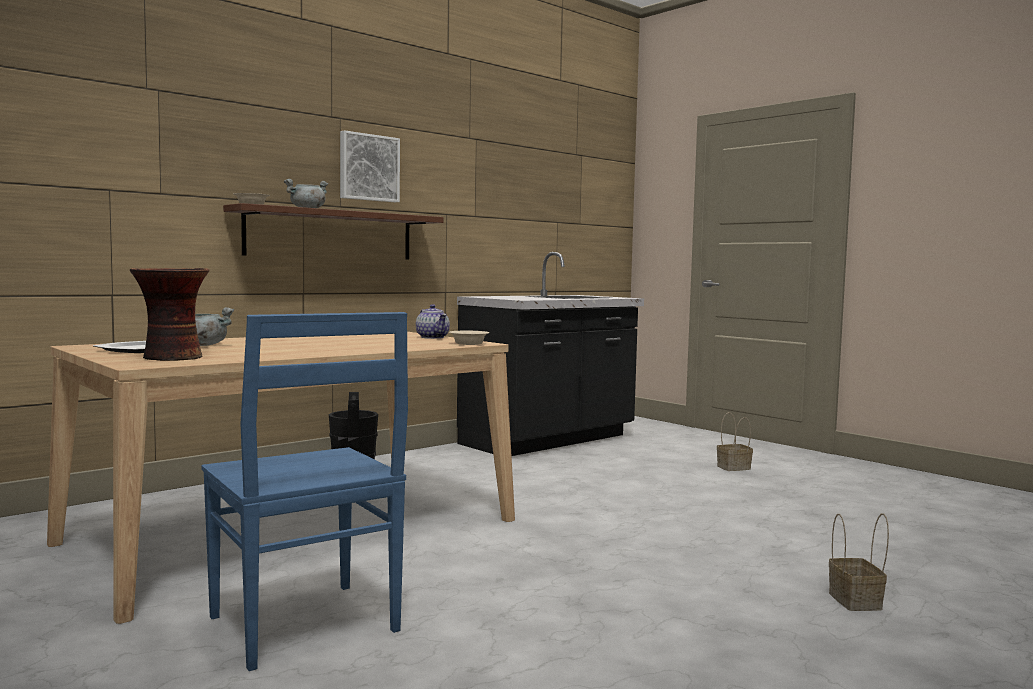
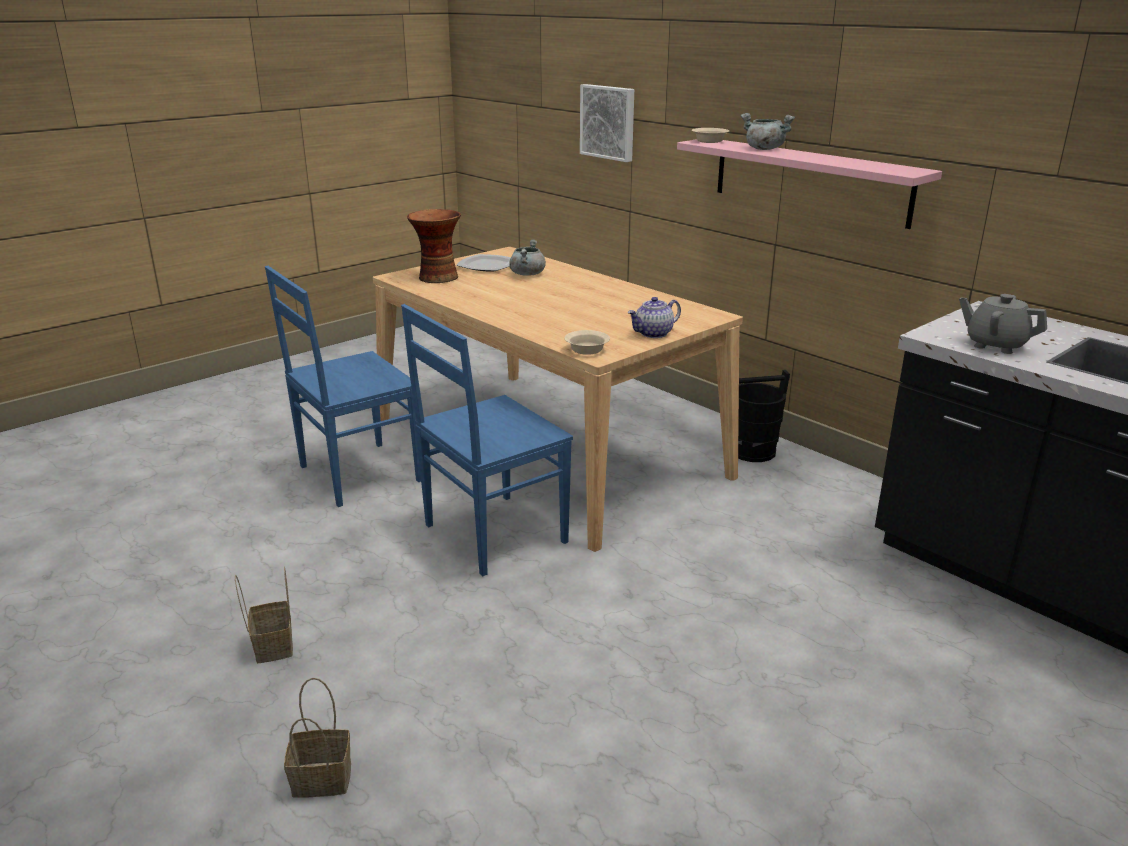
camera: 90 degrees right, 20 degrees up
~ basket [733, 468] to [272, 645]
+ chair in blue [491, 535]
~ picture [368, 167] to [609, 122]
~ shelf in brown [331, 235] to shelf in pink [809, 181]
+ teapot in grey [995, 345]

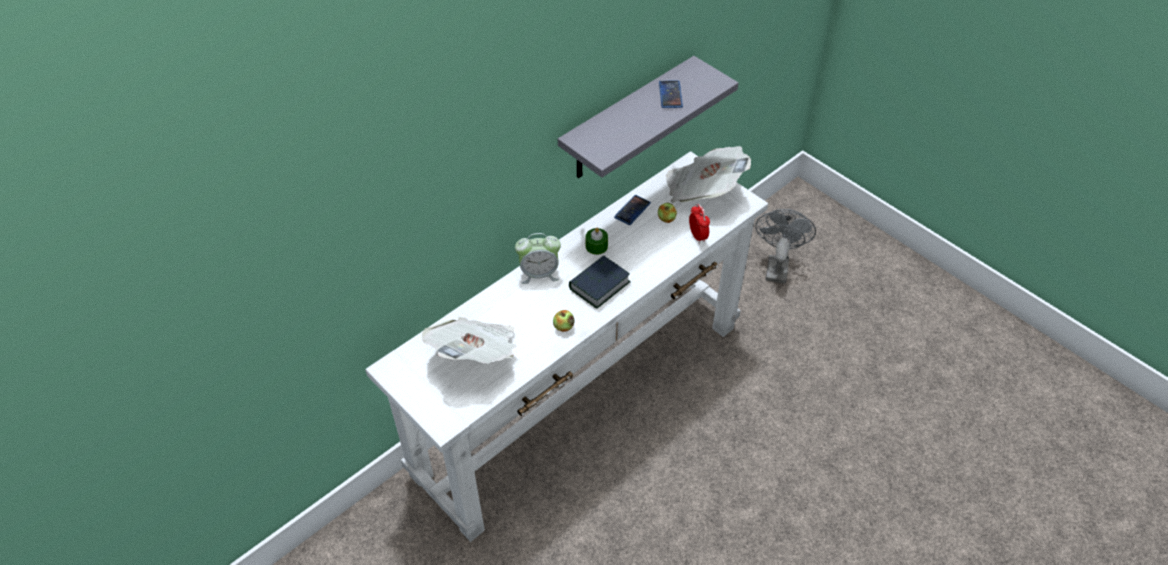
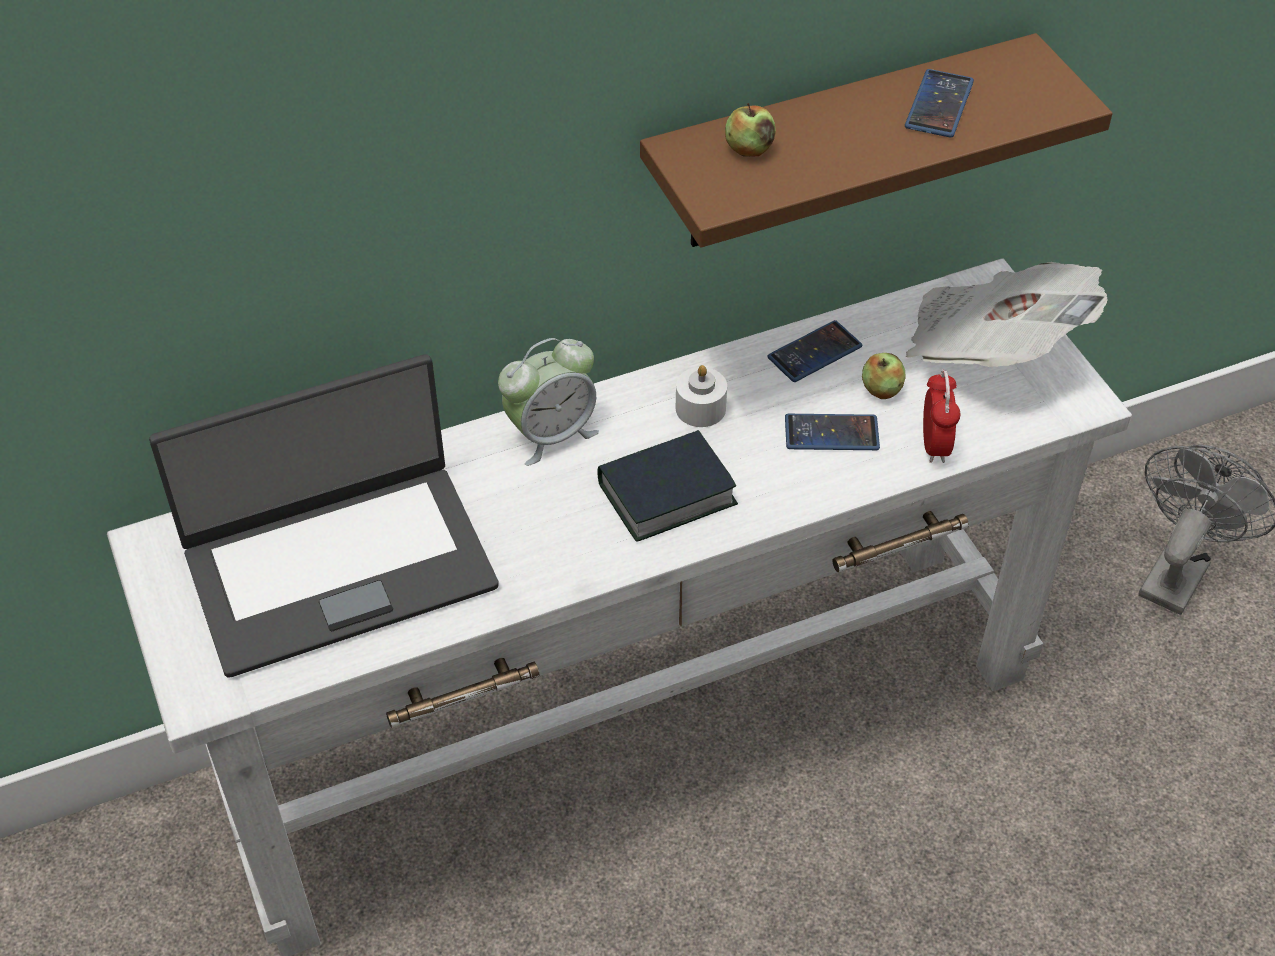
camera: 20 degrees right, 0 degrees up
~ newspaper [476, 354] to laptop [338, 566]
~ alarm clock [539, 274] = [551, 434] 45 degrees counterclockwise
~ shelf in grey [627, 120] to shelf in brown [837, 145]
~ candle in green [596, 246] to candle in white [700, 408]
~ apple [563, 326] to [749, 149]
+ phone [831, 433]

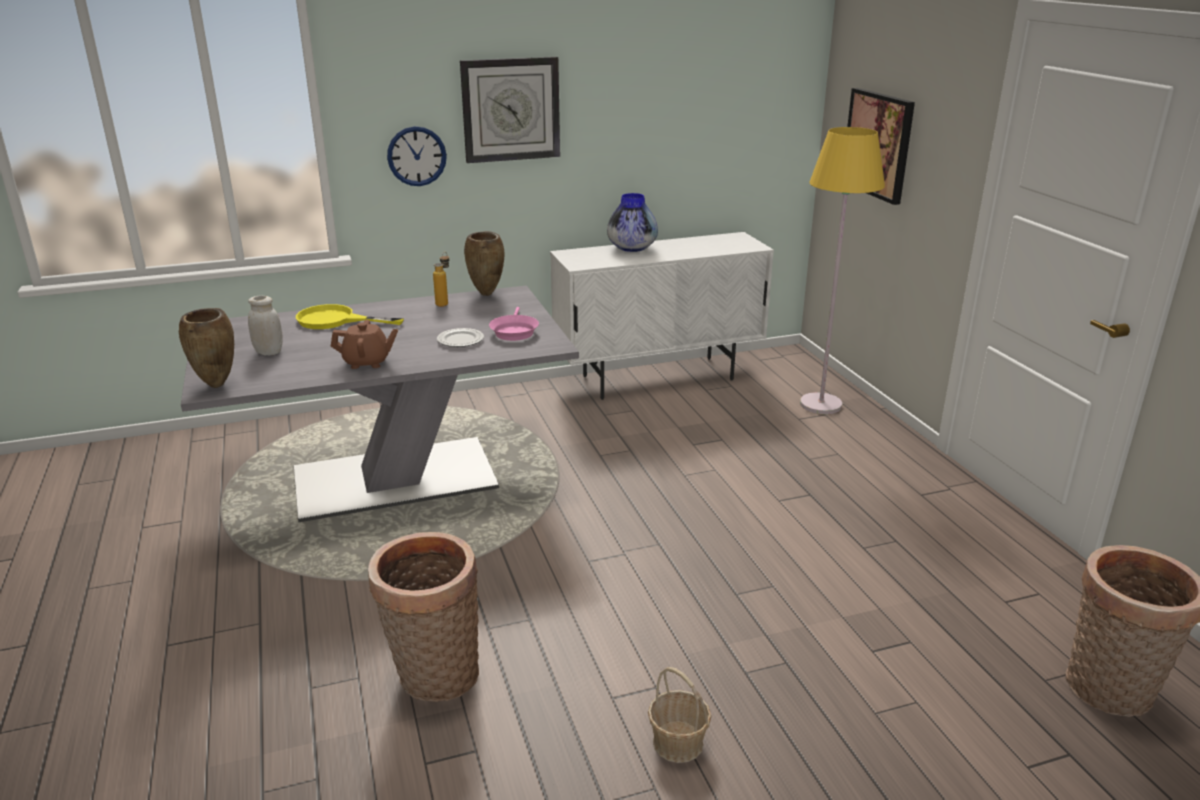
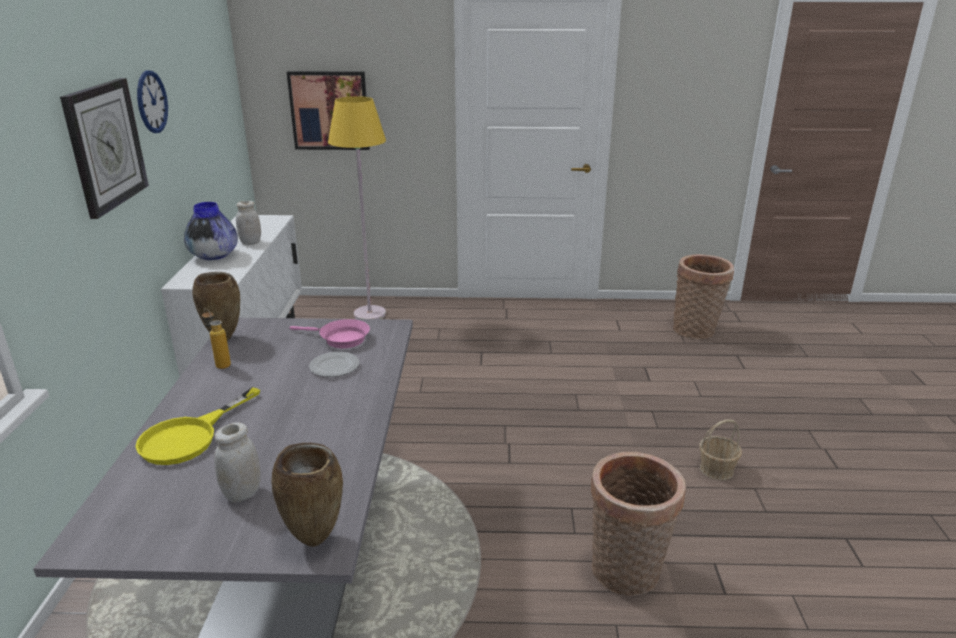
camera: 70 degrees left, 0 degrees up
~ wall clock [416, 156] to [151, 102]
+ jar in white [251, 242]
- teapot in brown [367, 362]

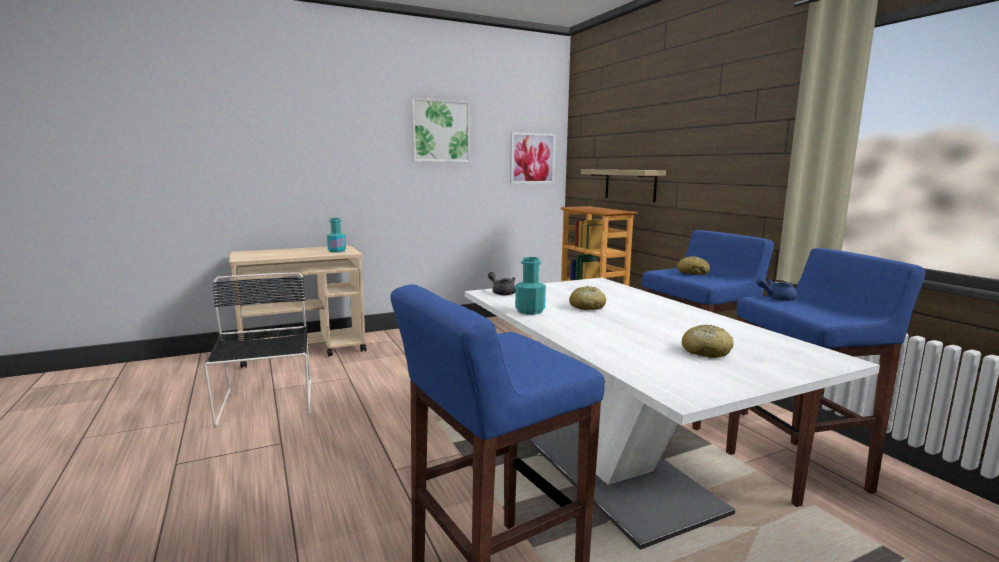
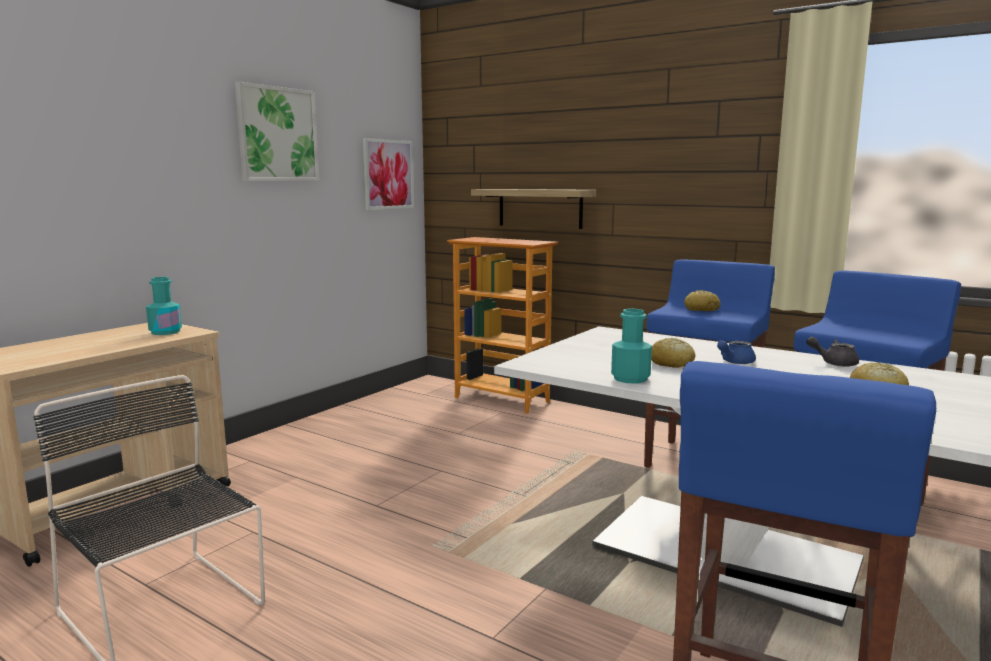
camera: 30 degrees left, 0 degrees up
~ teapot in blue [776, 298] to [734, 362]
~ teapot in grey [502, 292] to [834, 363]

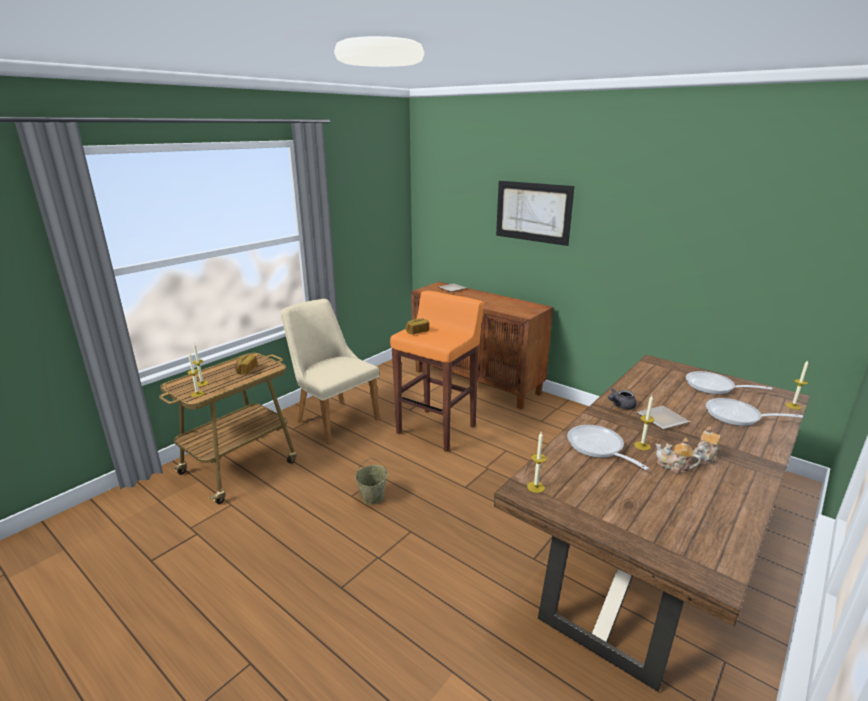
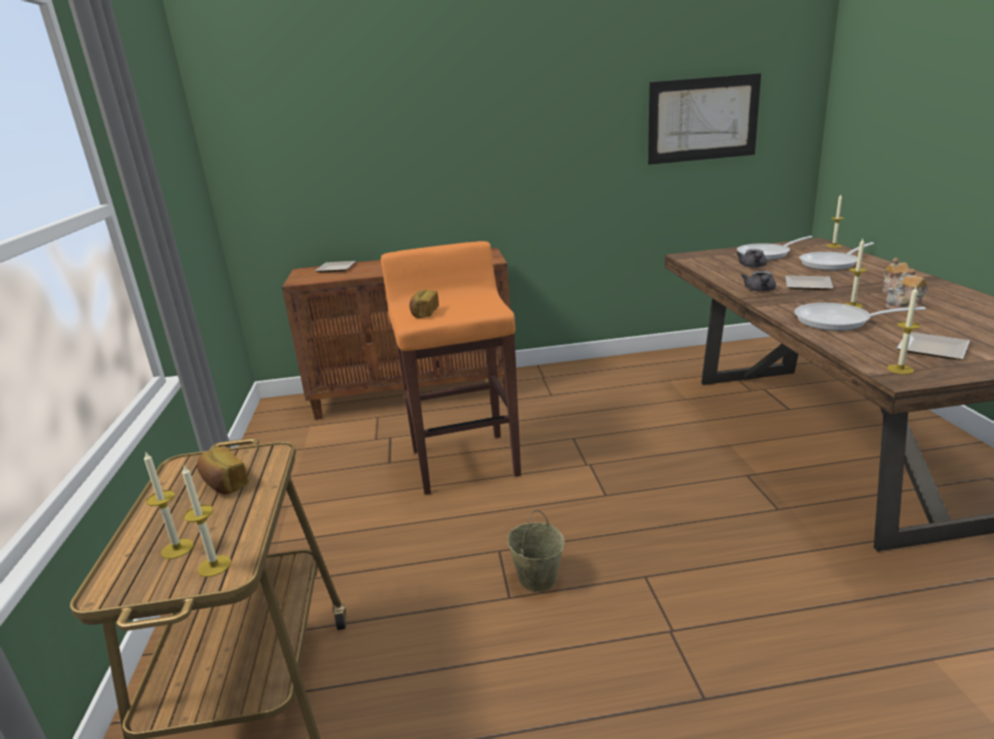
camera: 45 degrees left, 0 degrees up
~ picture [533, 212] to [703, 119]
+ teapot in grey [753, 266]
+ plate [934, 349]
- chair in beige [332, 418]

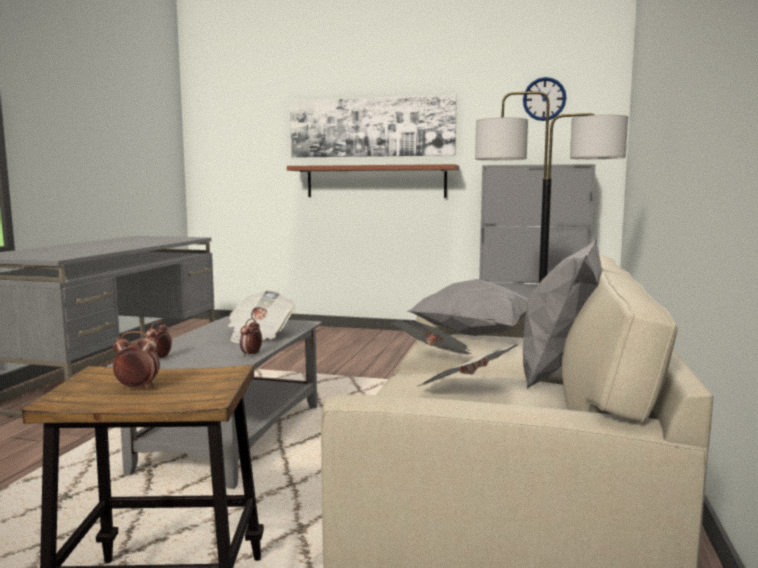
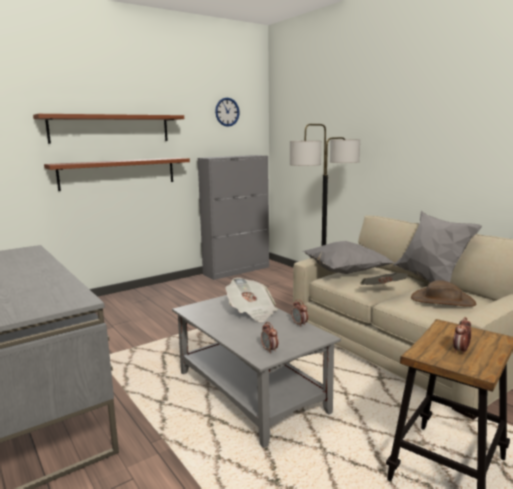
camera: 50 degrees left, 5 degrees up
~ picture [371, 127] to shelf in brown [111, 129]
~ newspaper [465, 392] to hat in brown [442, 300]

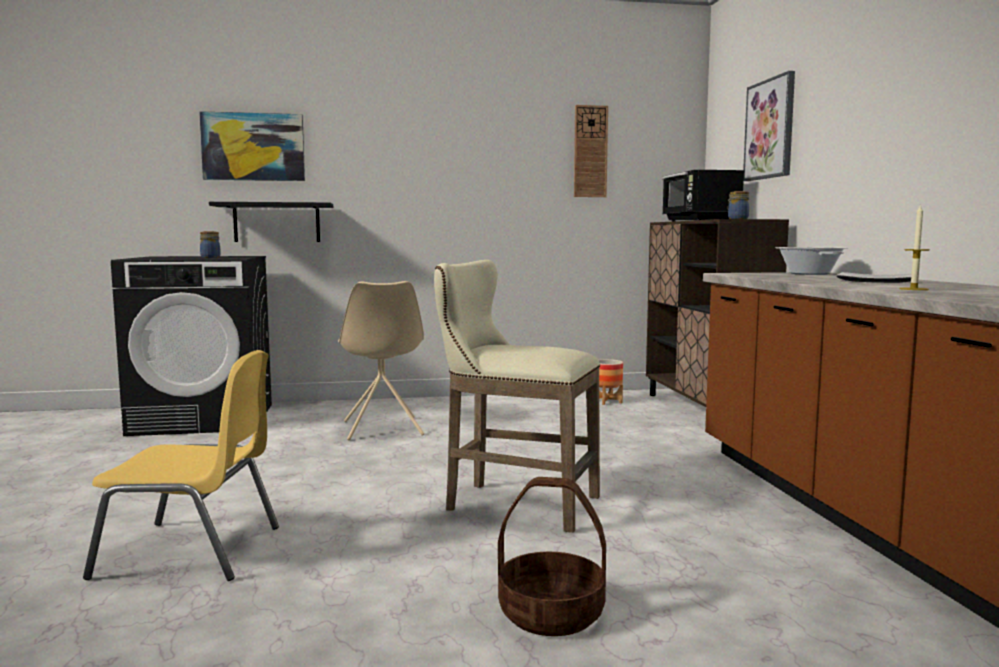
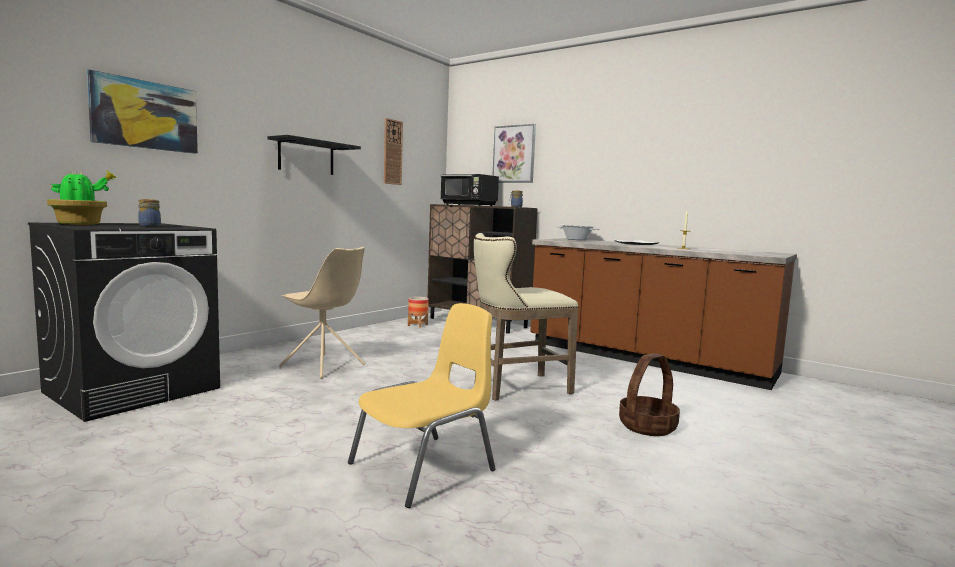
camera: 45 degrees left, 0 degrees up
+ potted plant [81, 224]
~ shelf in black [277, 222] to [306, 157]

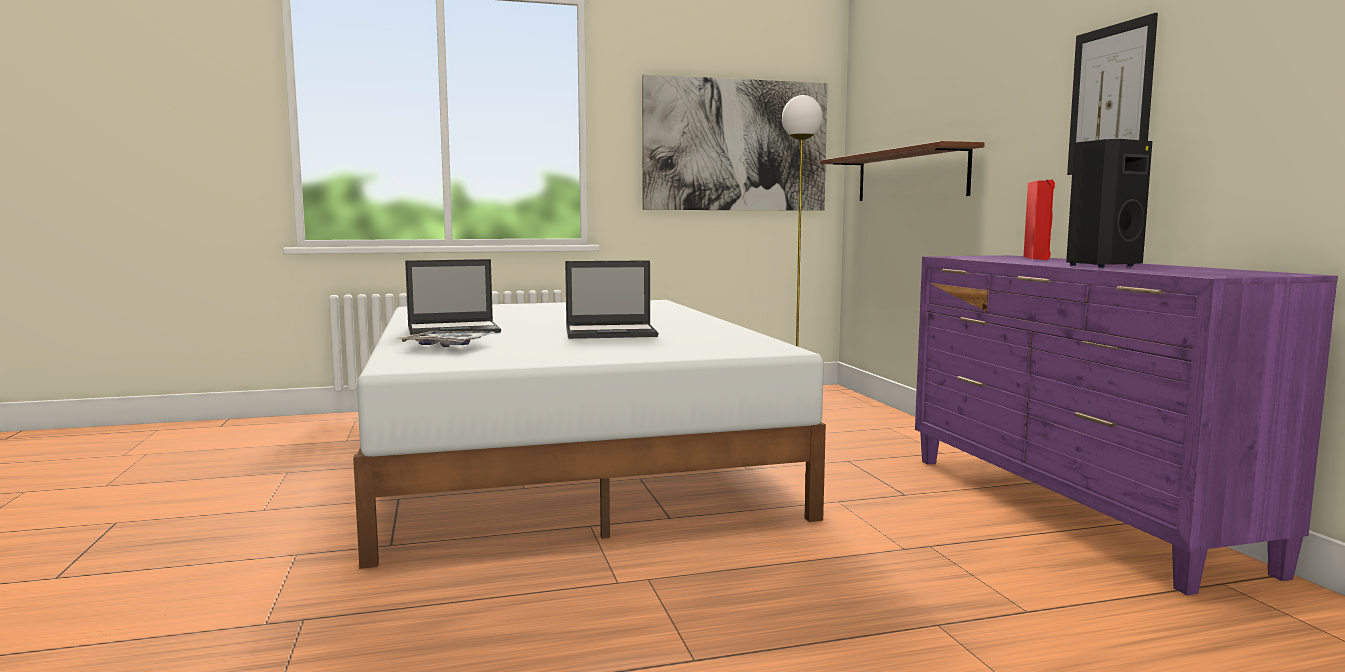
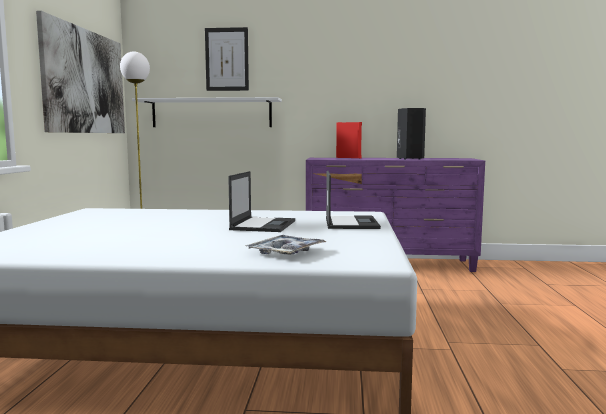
camera: 70 degrees left, 0 degrees up
~ shelf in brown [910, 175] to shelf in white [211, 113]
~ picture [1110, 99] to [227, 59]
~ laptop [455, 330] to [351, 223]

